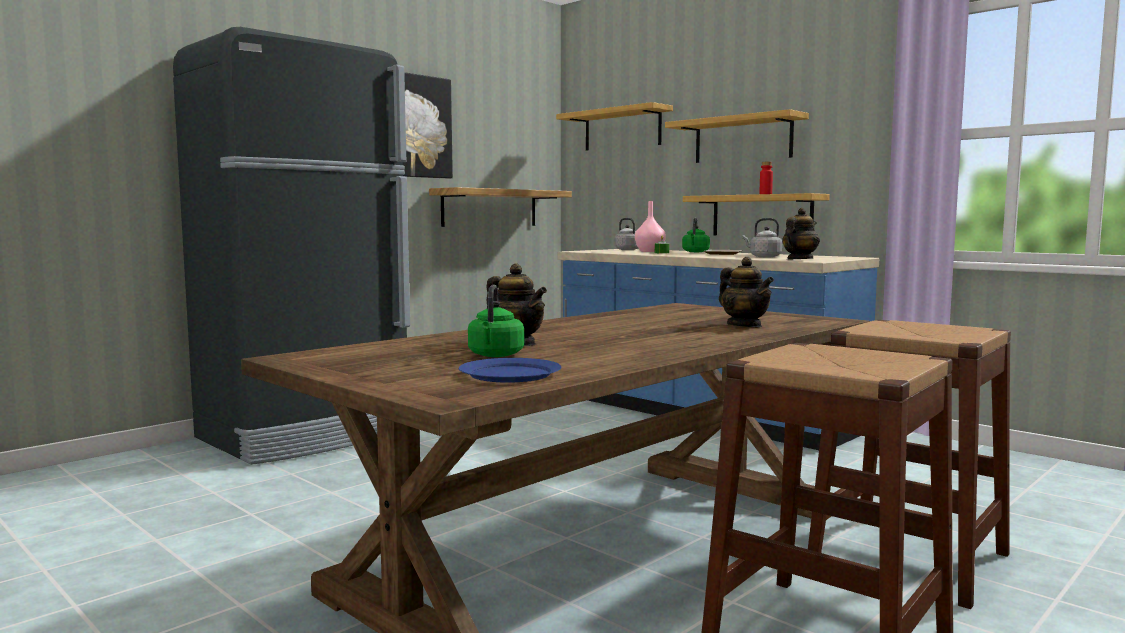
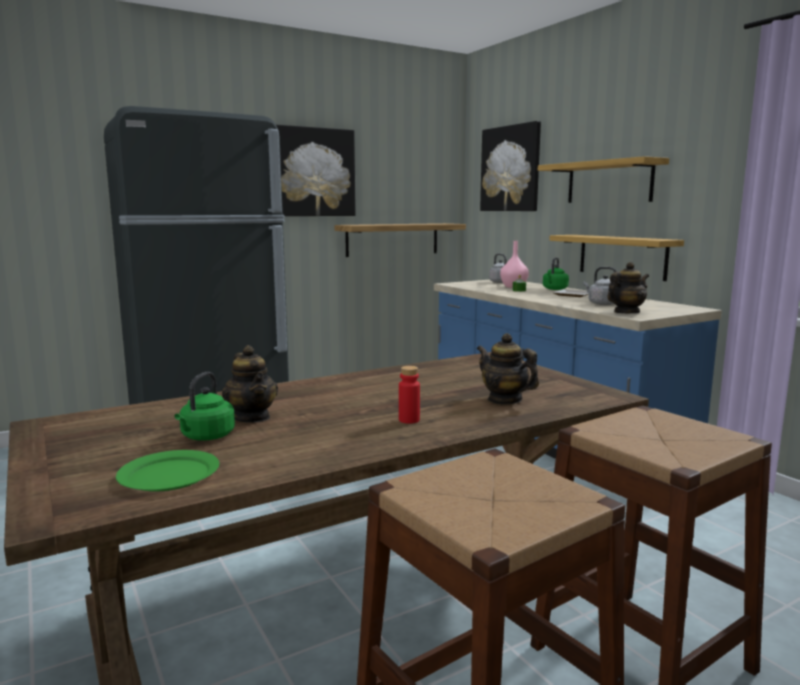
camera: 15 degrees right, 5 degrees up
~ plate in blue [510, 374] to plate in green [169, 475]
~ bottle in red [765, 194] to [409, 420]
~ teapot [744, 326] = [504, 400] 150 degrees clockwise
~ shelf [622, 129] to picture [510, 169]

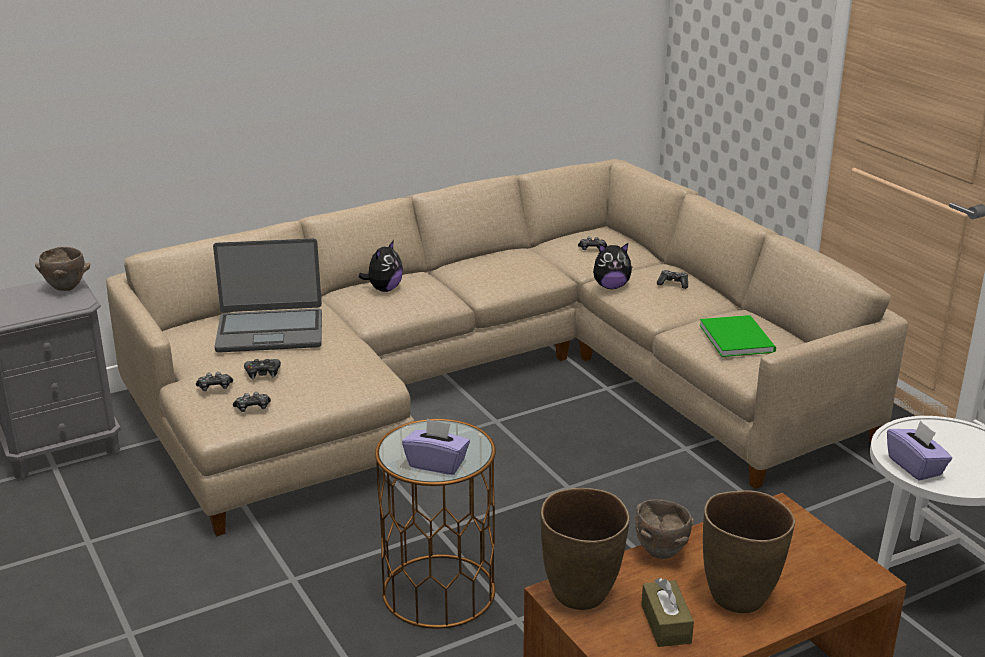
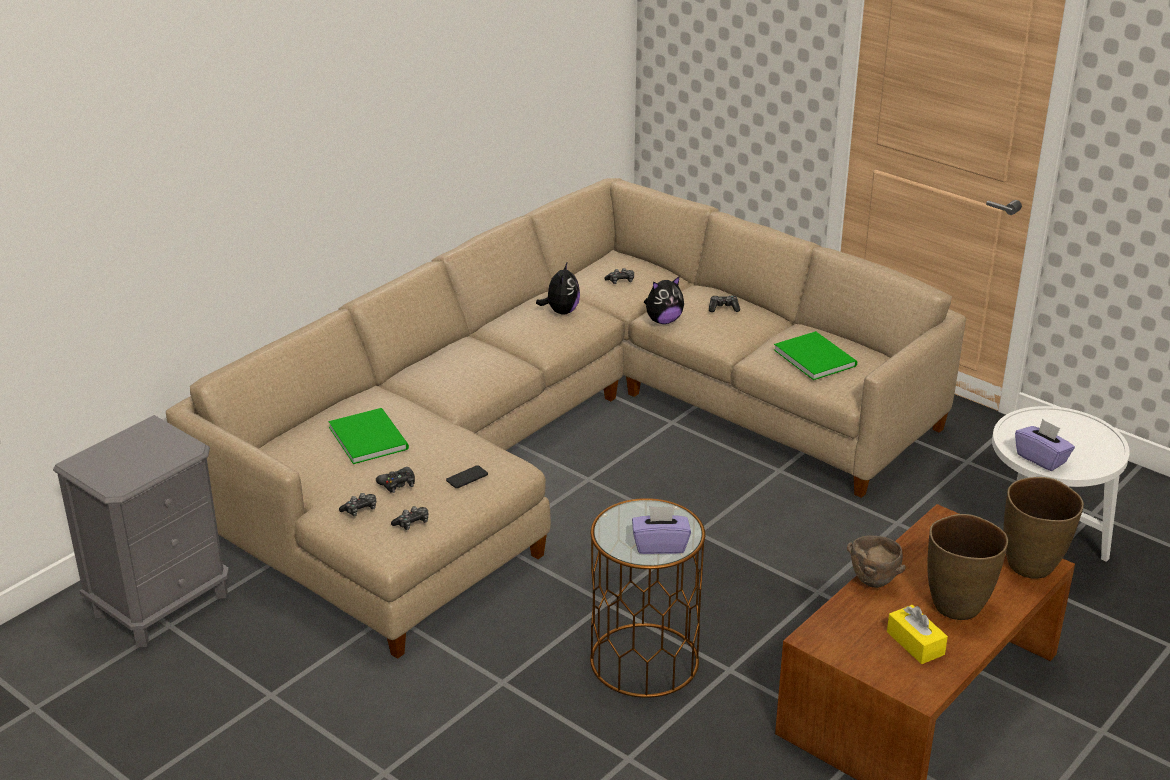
camera: 20 degrees left, 5 degrees up
~ laptop [270, 331] to book in green [369, 436]
+ phone [467, 477]
~ plush toy [384, 289] to [561, 311]
~ tissue box in brown [666, 624] to tissue box in yellow [915, 643]
~ vase in brown [581, 594] to [1032, 566]
- bowl in brown [66, 288]

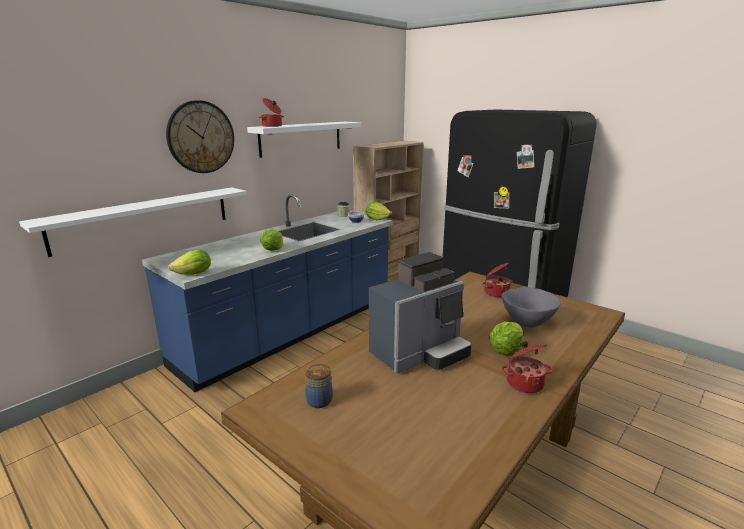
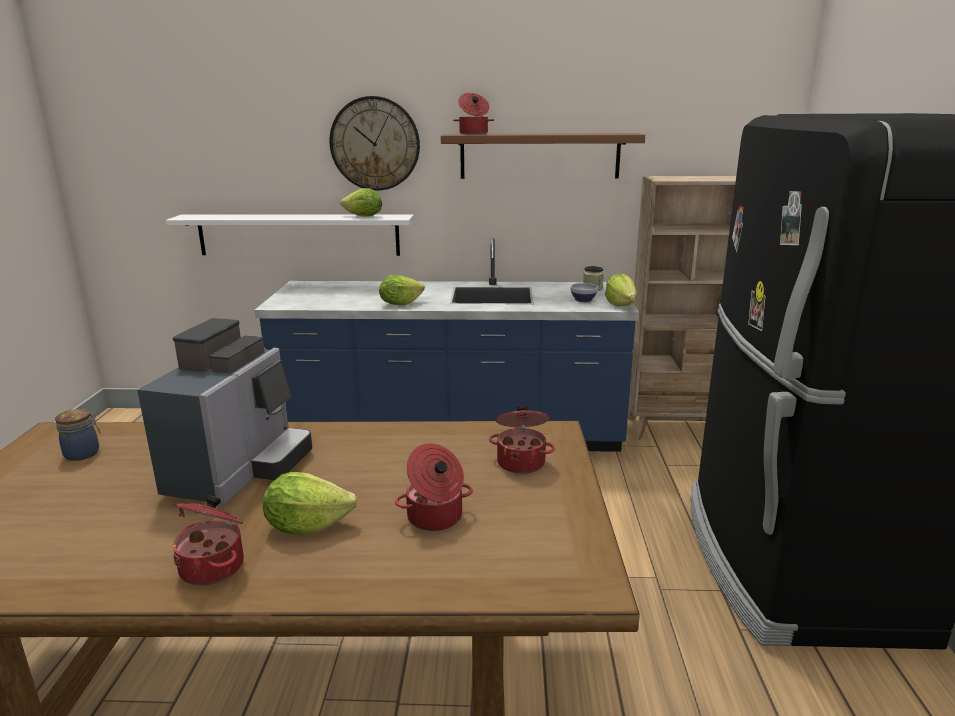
camera: 50 degrees right, 0 degrees up
~ coffee machine [420, 353] = [240, 470] 90 degrees counterclockwise
~ lettuce [194, 274] to [363, 216]
~ bowl in grey [527, 322] to cooking pot [435, 518]
~ shelf in white [301, 138] to shelf in brown [539, 156]

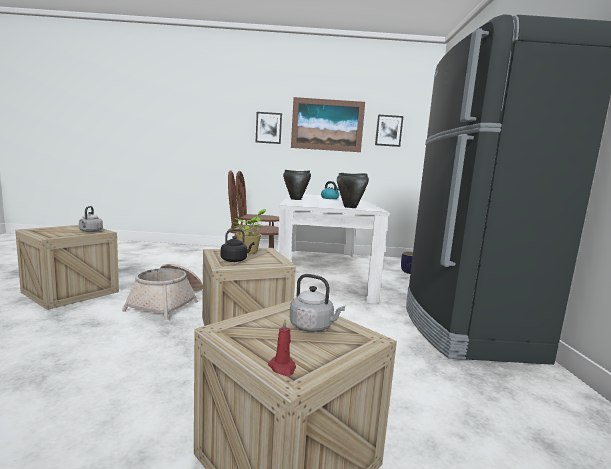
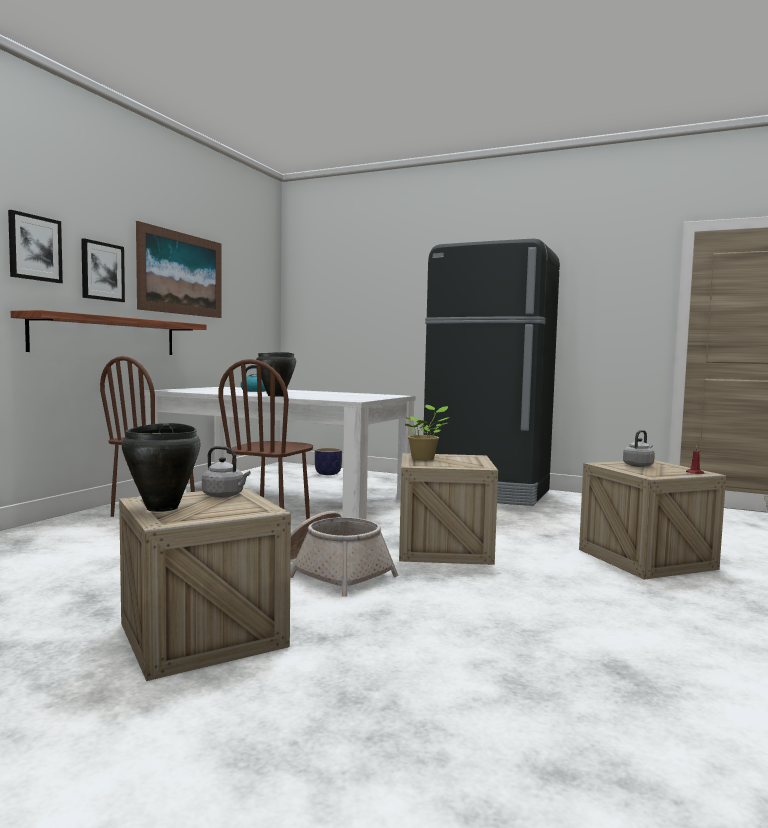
camera: 65 degrees left, 5 degrees down
~ picture [388, 130] to [35, 248]
+ shelf [107, 336]
~ cooking pot in black [350, 207] to [163, 508]
- kettle in black [235, 260]

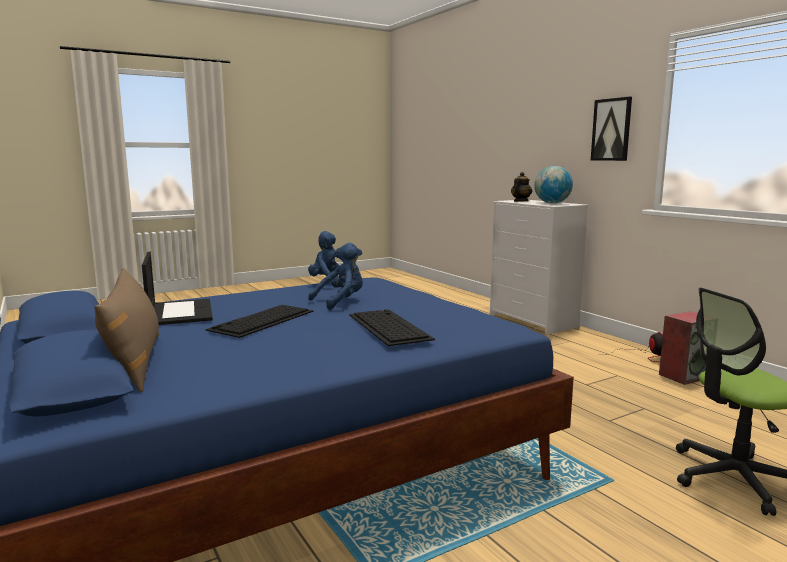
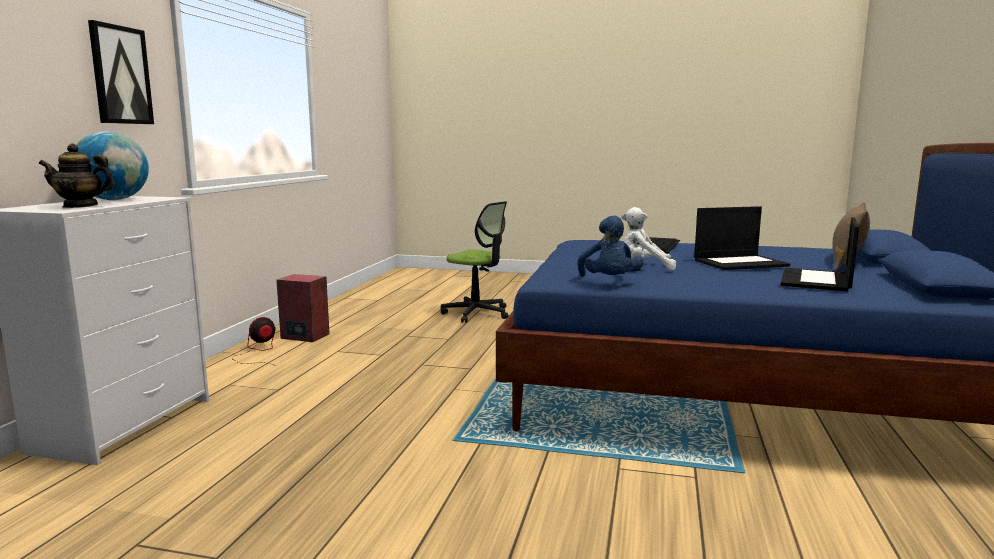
camera: 135 degrees left, 0 degrees up
~ plush toy in blue [341, 302] to plush toy in white [643, 268]
~ keyboard [262, 320] to laptop [740, 263]

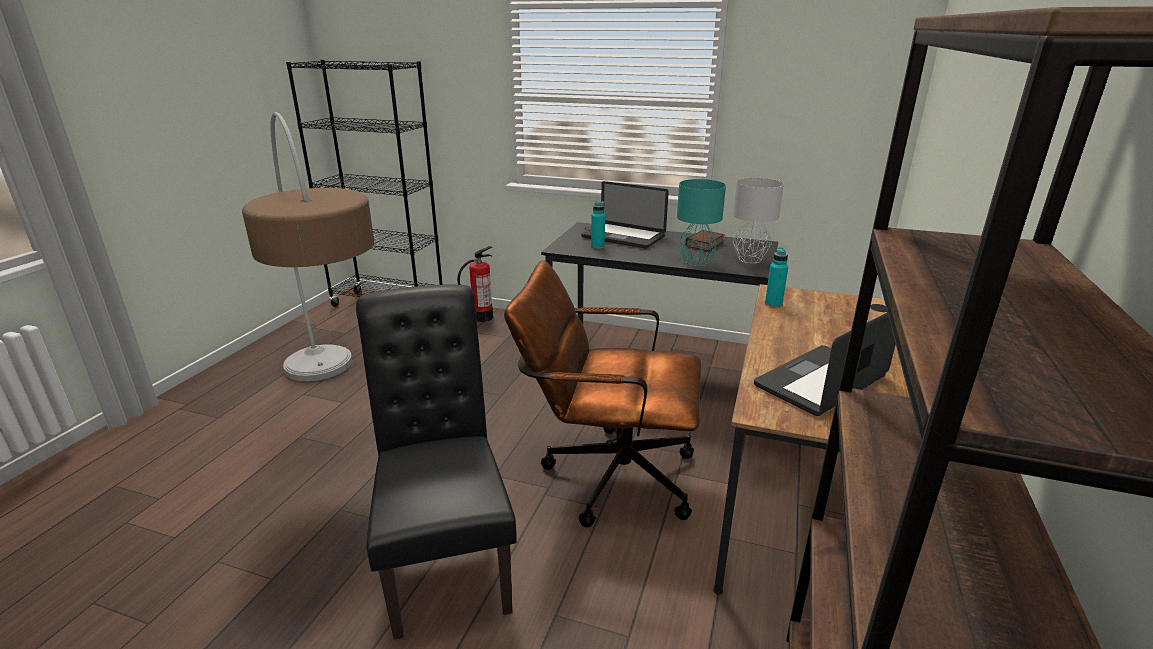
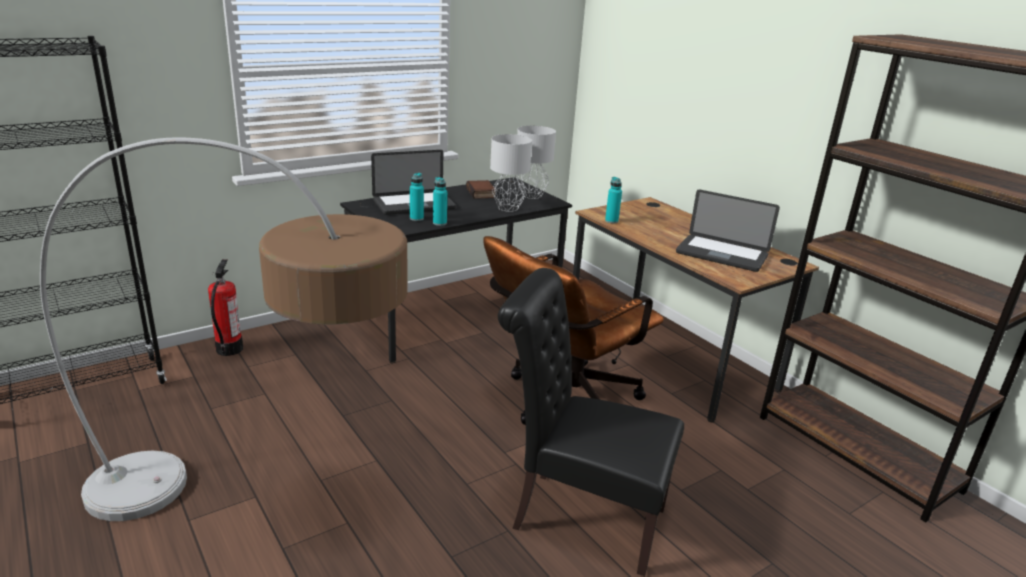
camera: 55 degrees left, 0 degrees up
+ bottle in turquoise [439, 223]
~ table lamp in turquoise [696, 261] to table lamp in grey [508, 208]
~ laptop [821, 381] = [721, 254] 60 degrees counterclockwise

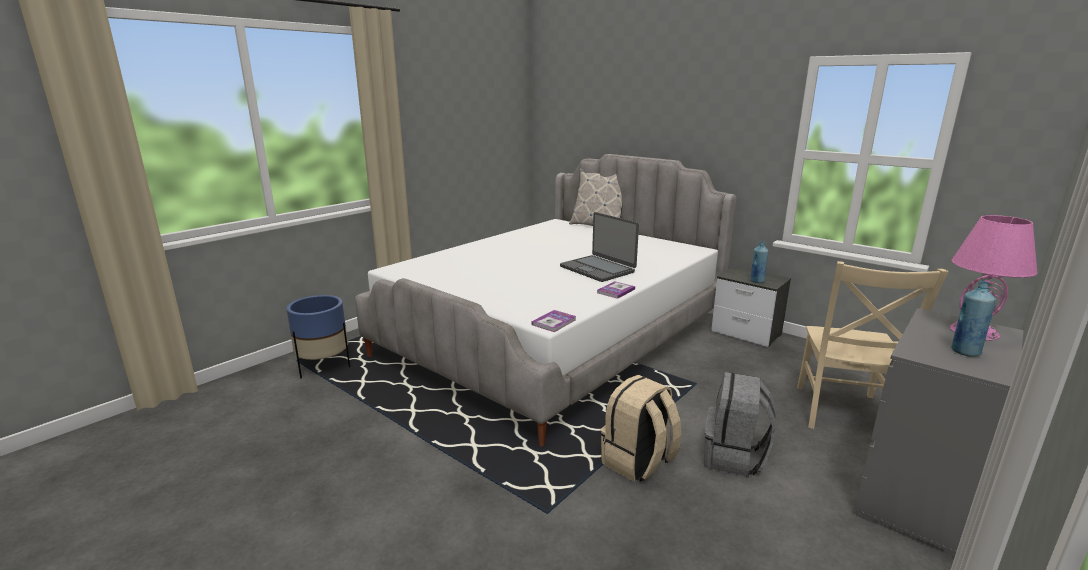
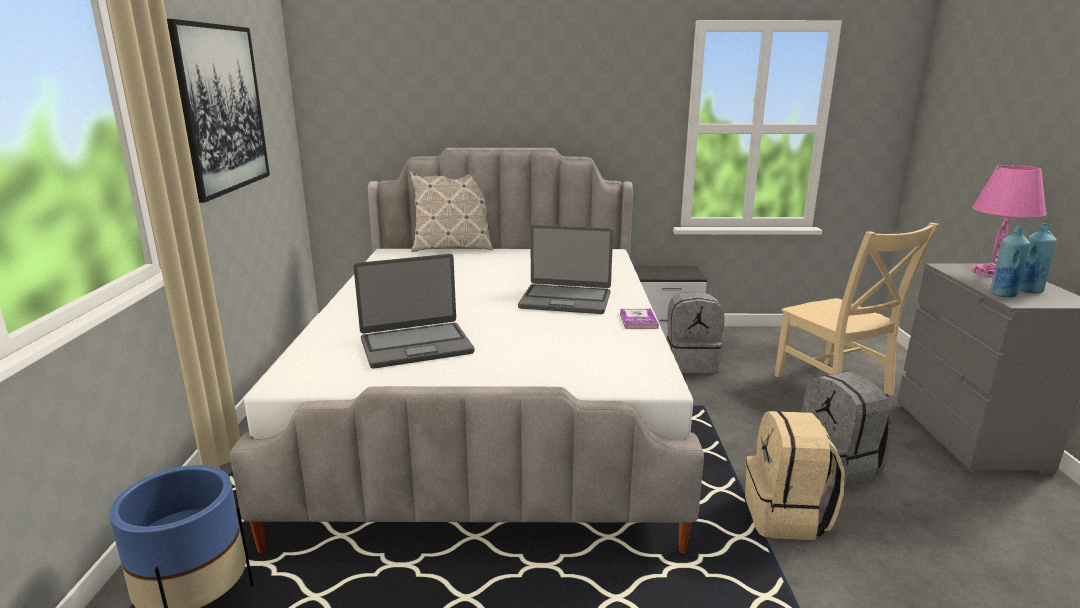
camera: 40 degrees left, 0 degrees up
+ picture [220, 109]
+ laptop [416, 346]
+ backpack in grey [691, 363]
~ bottle in blue [757, 281] to [1002, 294]
- book [554, 322]

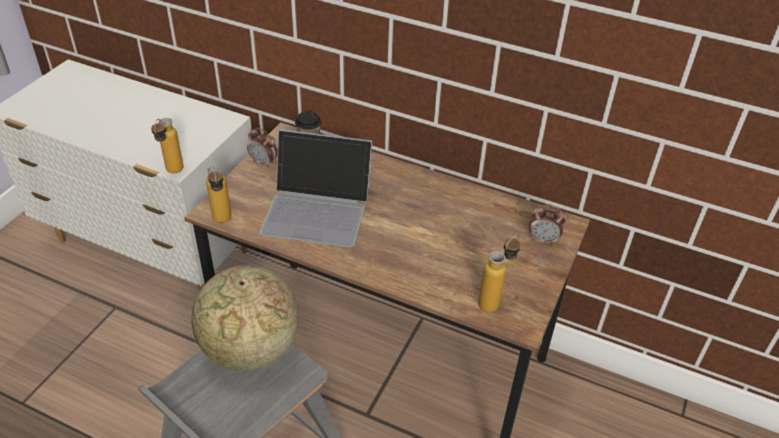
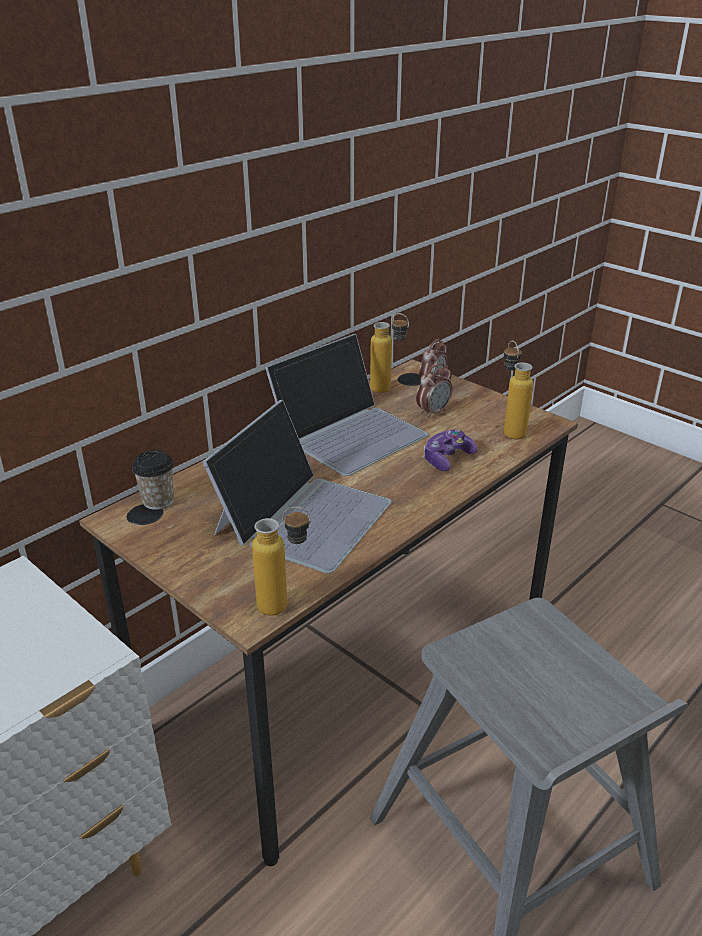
camera: 70 degrees left, 10 degrees down
+ laptop [349, 432]
~ bottle [172, 173] to [388, 391]
~ alarm clock [264, 163] to [433, 412]
+ game controller [447, 458]
- globe [250, 350]

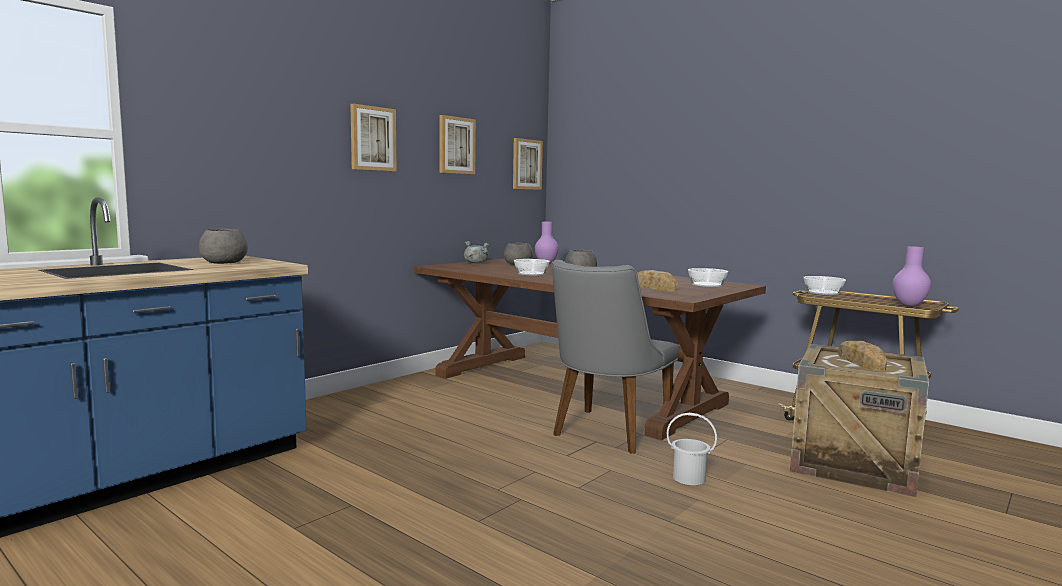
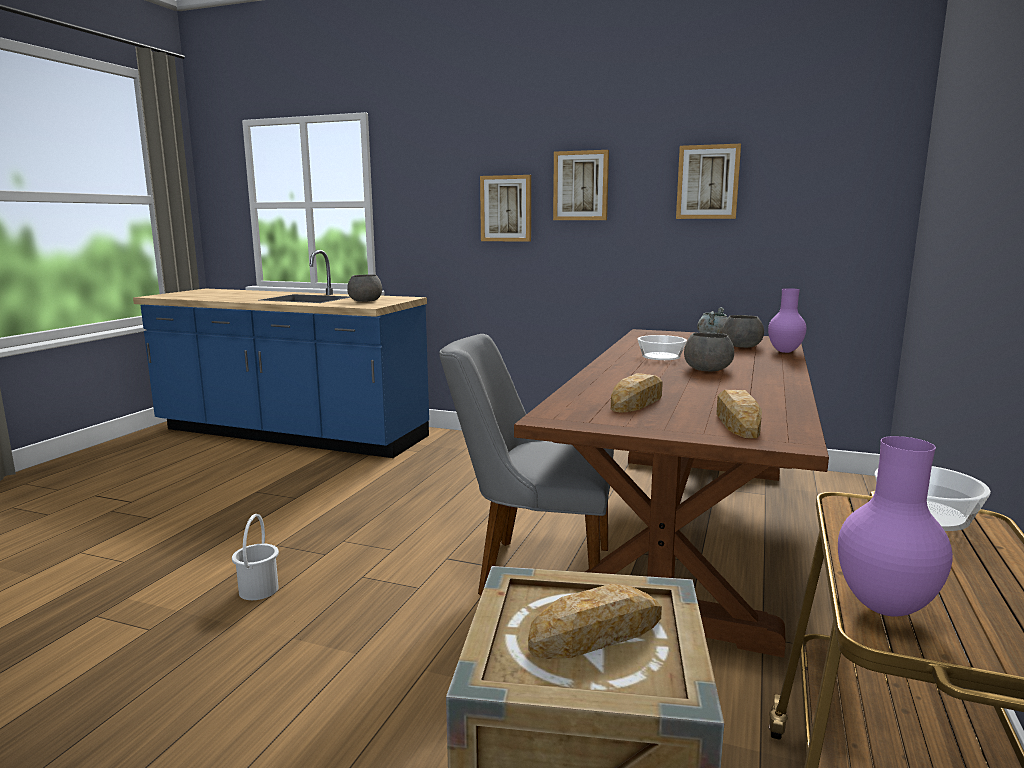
camera: 70 degrees right, 5 degrees up
~ bucket in white [689, 478] to [258, 590]
~ picture [526, 164] to [506, 208]
~ bowl [707, 284] to bread [737, 422]

